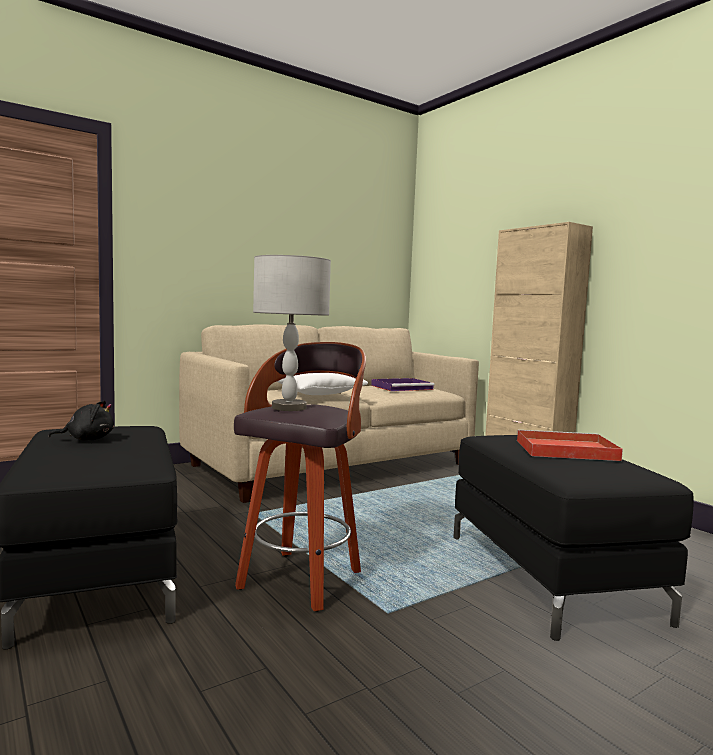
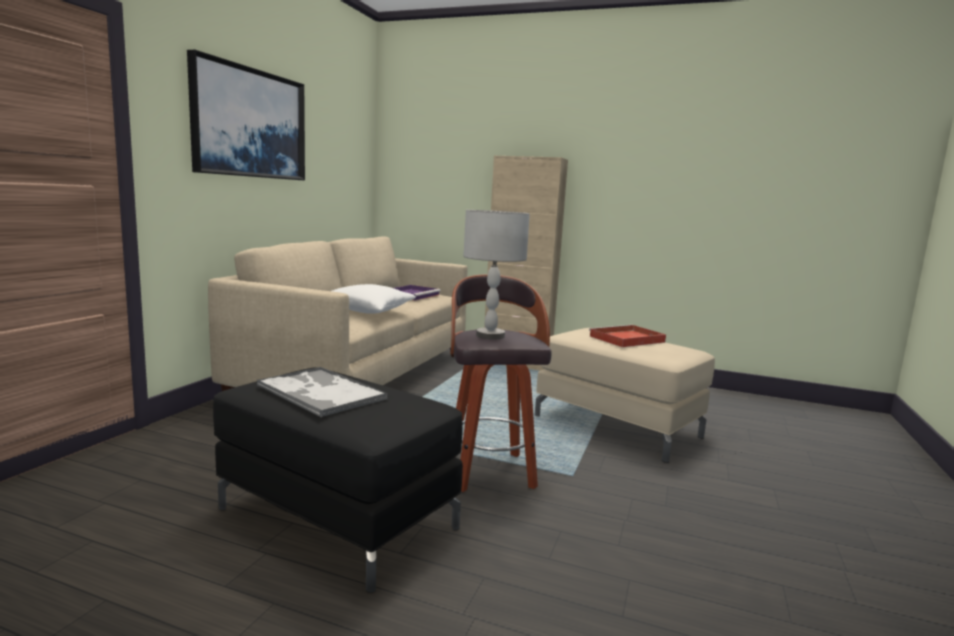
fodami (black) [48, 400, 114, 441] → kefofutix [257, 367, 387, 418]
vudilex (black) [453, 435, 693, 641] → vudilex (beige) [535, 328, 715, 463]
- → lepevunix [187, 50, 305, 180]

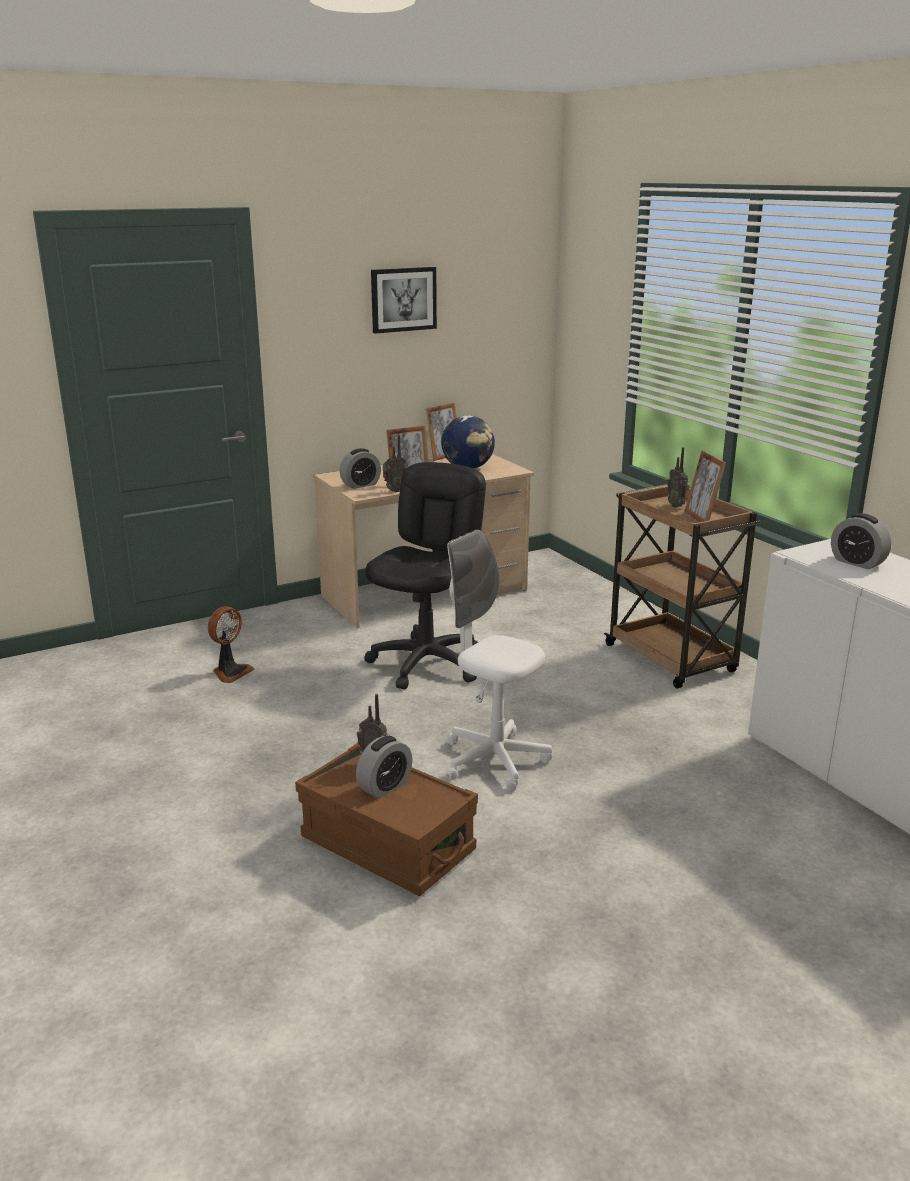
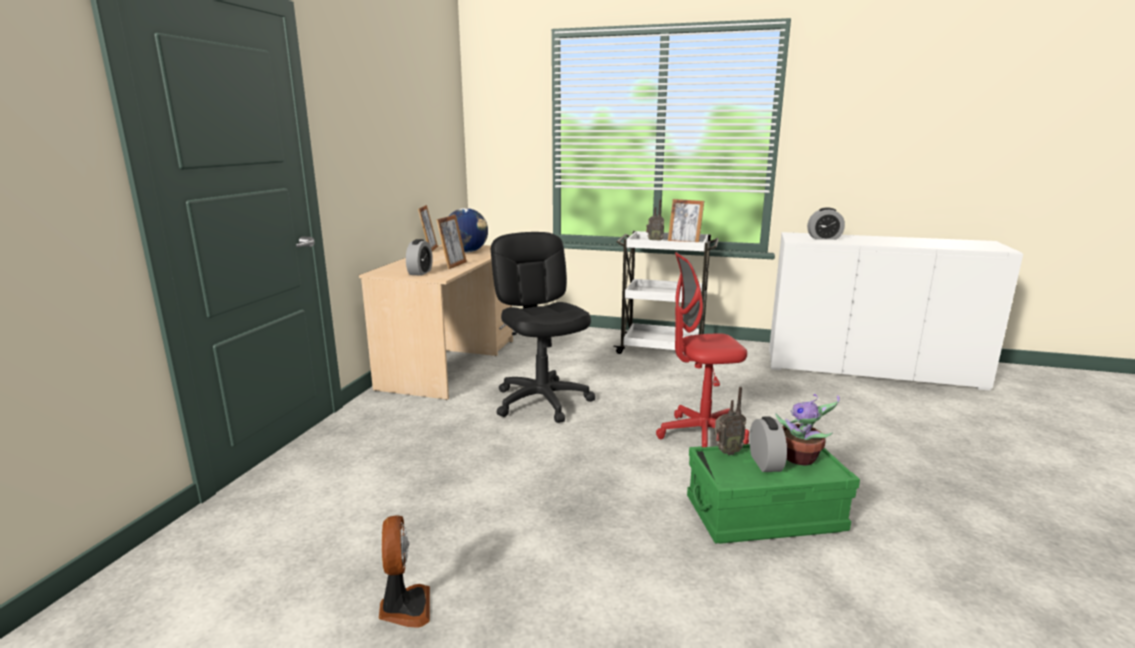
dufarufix [208, 606, 255, 683] → dufarufix [379, 515, 430, 628], relocated
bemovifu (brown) [295, 743, 478, 896] → bemovifu (green) [687, 444, 860, 544]
lepevunix [371, 267, 437, 334] → -
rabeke [383, 435, 406, 492] → -
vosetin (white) [446, 529, 552, 792] → vosetin (red) [656, 252, 749, 447]
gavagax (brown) [604, 484, 761, 689] → gavagax (white) [613, 231, 719, 354]
- → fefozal [775, 394, 840, 465]

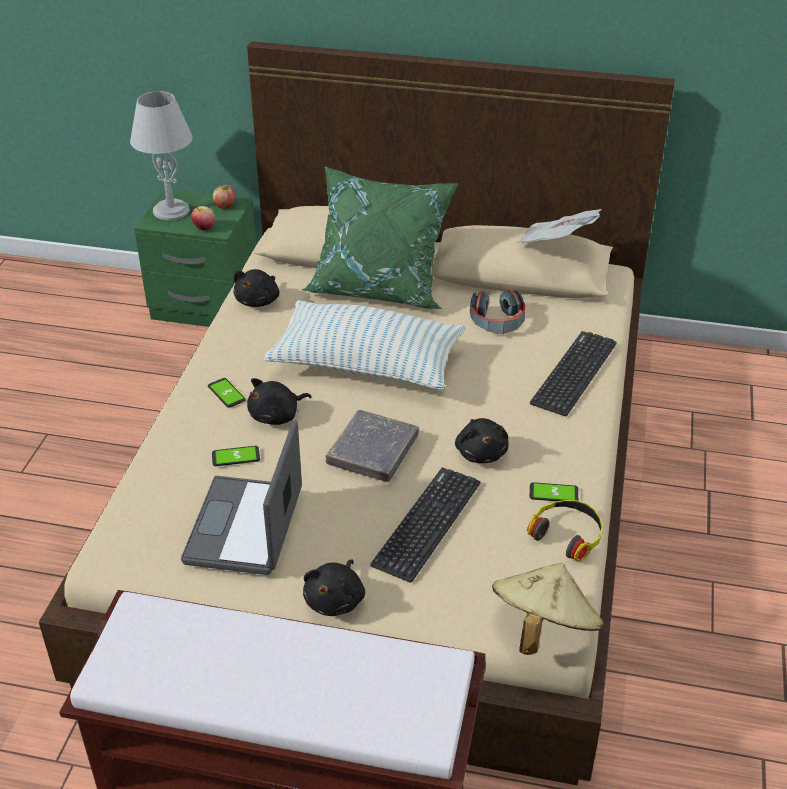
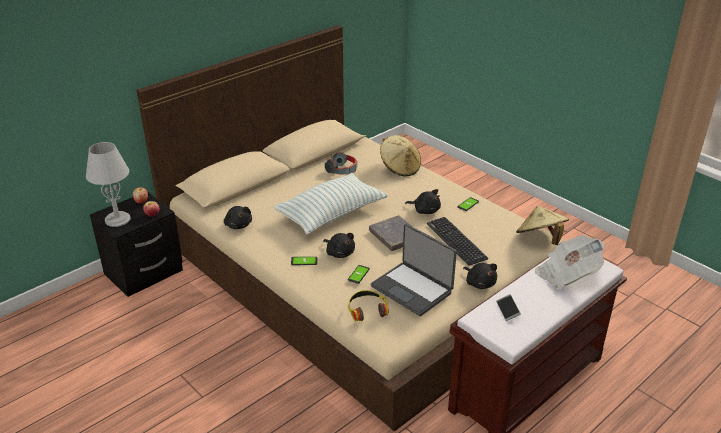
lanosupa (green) [134, 189, 256, 327] → lanosupa (black) [90, 191, 183, 297]
fodami (black) [247, 378, 311, 425] → fodami (black) [323, 233, 355, 258], 45 degrees counterclockwise
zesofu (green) [301, 167, 459, 309] → -
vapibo [516, 209, 602, 243] → vapibo [535, 235, 605, 288], relocated
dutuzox [527, 500, 603, 561] → dutuzox [348, 290, 389, 321], relocated
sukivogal [530, 331, 617, 416] → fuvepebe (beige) [380, 135, 421, 177]
- → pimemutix [496, 294, 521, 321]

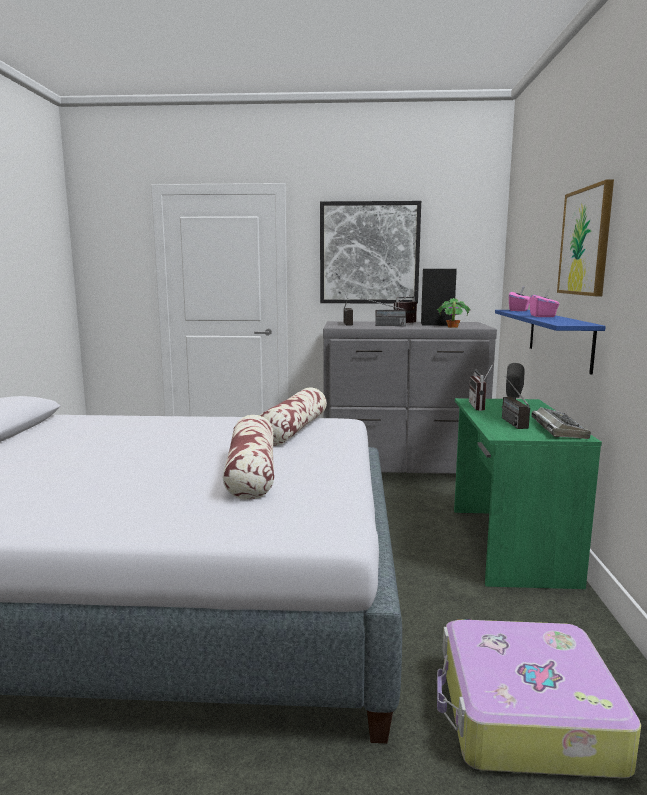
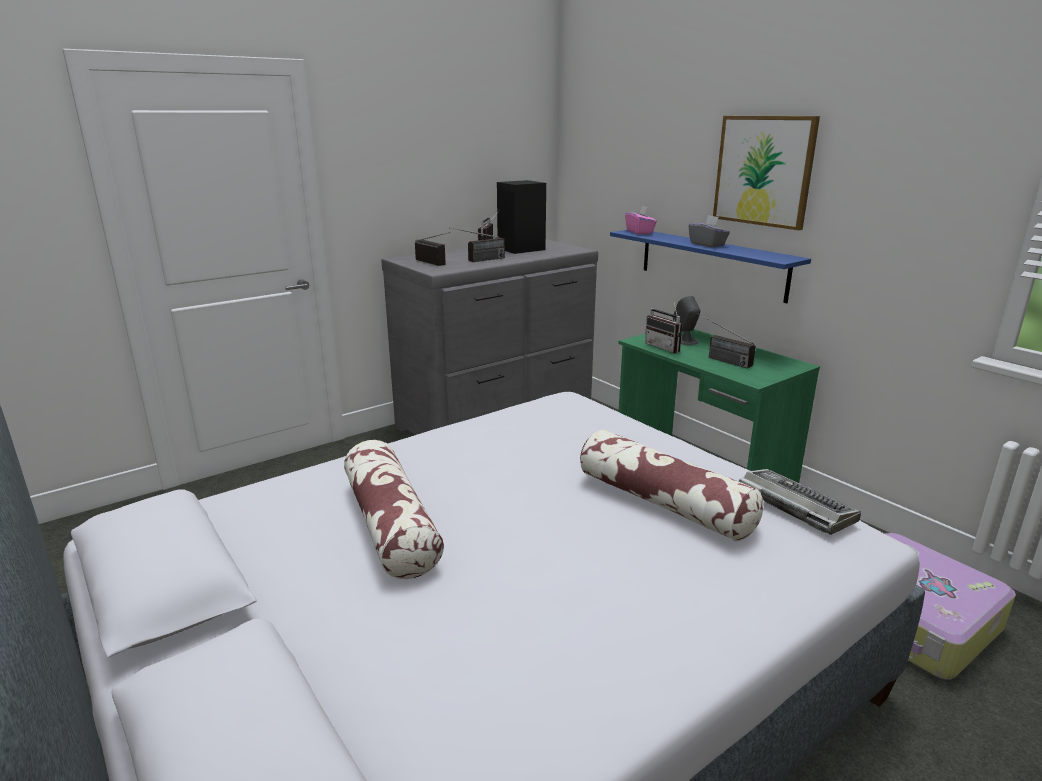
zesofu [259, 388, 327, 445] → zesofu [344, 440, 444, 579], relocated
lepevunix [320, 201, 421, 304] → -
fefozal [437, 298, 471, 328] → -
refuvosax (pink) [529, 289, 559, 317] → refuvosax (grey) [689, 215, 730, 247]
sukivogal [531, 407, 591, 439] → sukivogal [738, 469, 861, 535], relocated

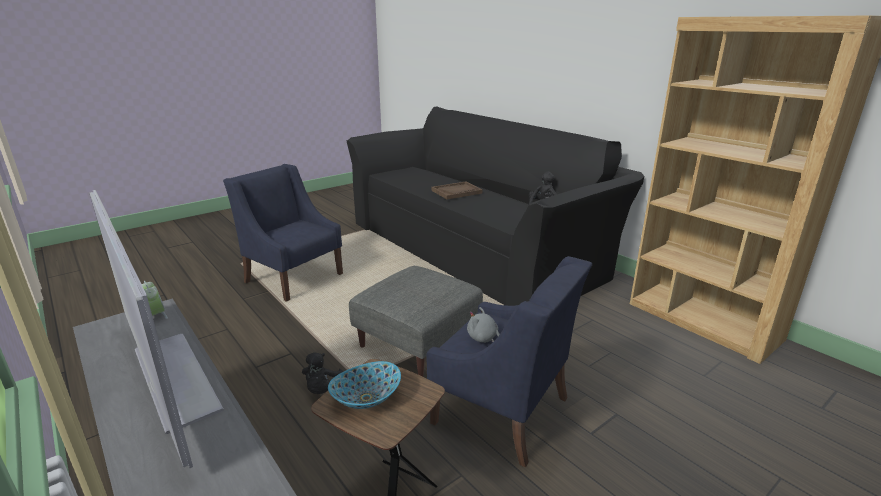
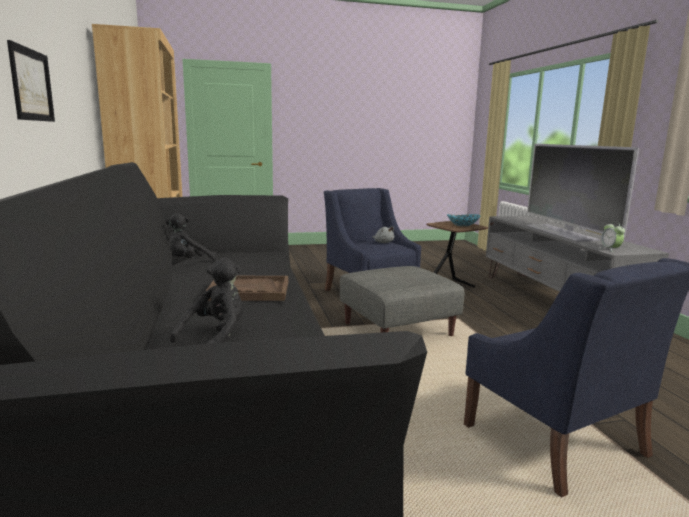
fodami (black) [302, 352, 343, 394] → fodami (black) [170, 258, 244, 344], relocated
- → lepevunix [7, 40, 55, 122]

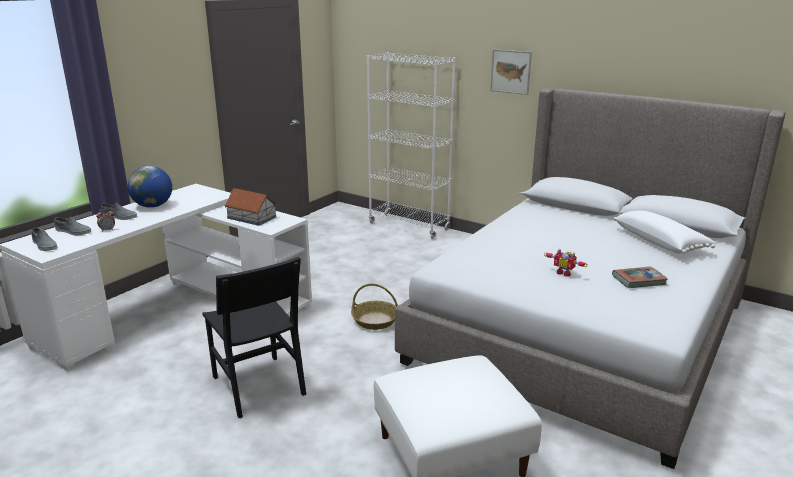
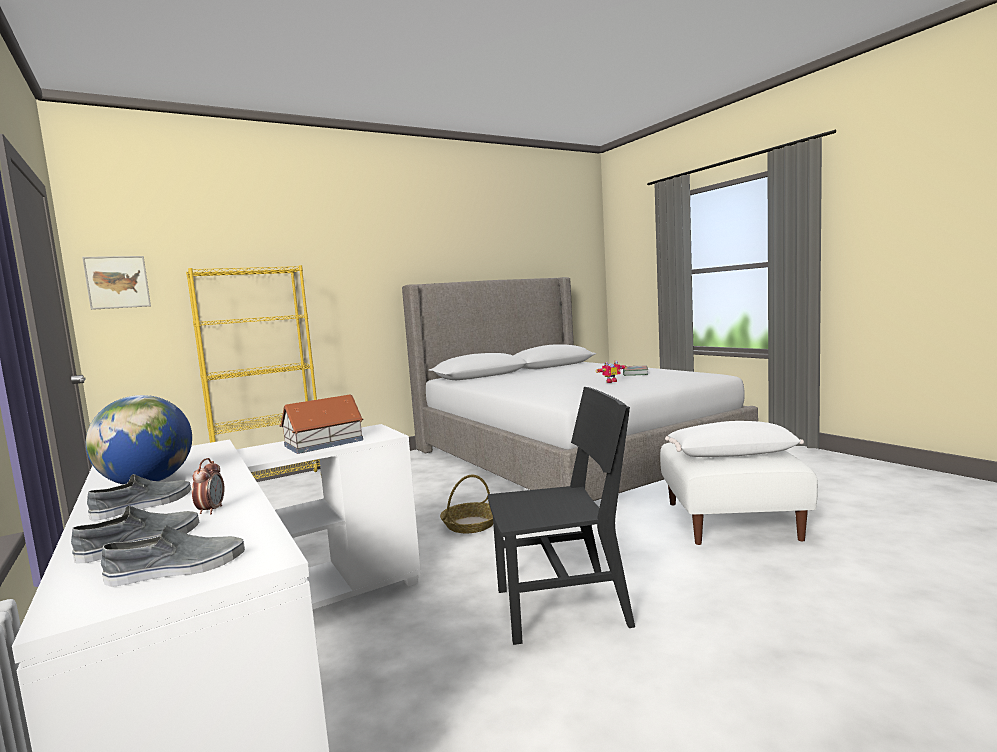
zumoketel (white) [367, 52, 456, 239] → zumoketel (yellow) [186, 265, 320, 479]
lepevunix [490, 49, 532, 95] → lepevunix [82, 256, 151, 310], relocated
zesofu (white) [613, 210, 716, 254] → zesofu (white) [665, 421, 804, 457], relocated

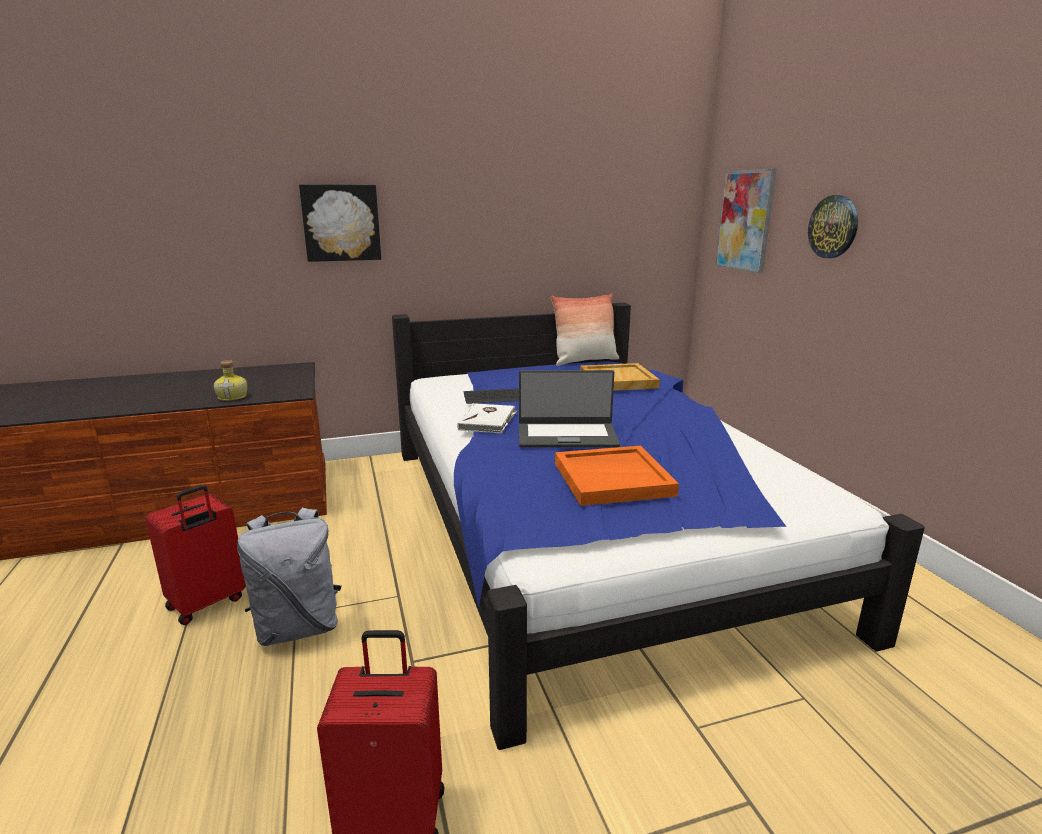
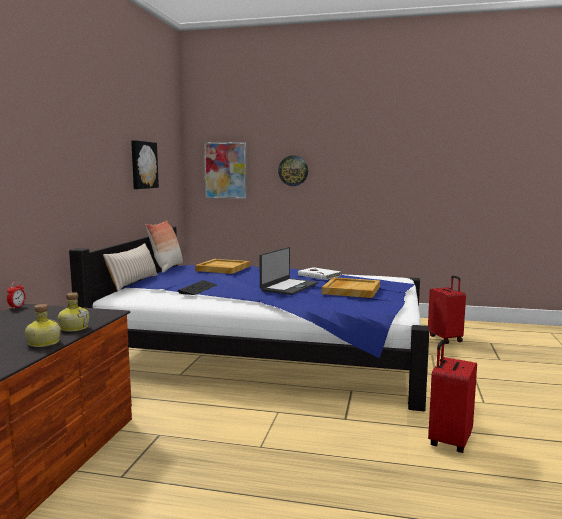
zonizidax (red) [146, 485, 246, 625] → zonizidax (red) [428, 275, 466, 344], relocated
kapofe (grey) [237, 508, 341, 646] → -
lepevunix [299, 184, 381, 262] → lepevunix [131, 140, 159, 189], relocated
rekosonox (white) [457, 403, 518, 433] → rekosonox (white) [298, 267, 341, 280], relocated
kefofutix (orange) [555, 446, 679, 506] → kefofutix (beige) [322, 277, 380, 298]
- → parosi [7, 282, 25, 309]
- → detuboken [25, 304, 61, 347]
- → zesofu (beige) [103, 243, 158, 291]

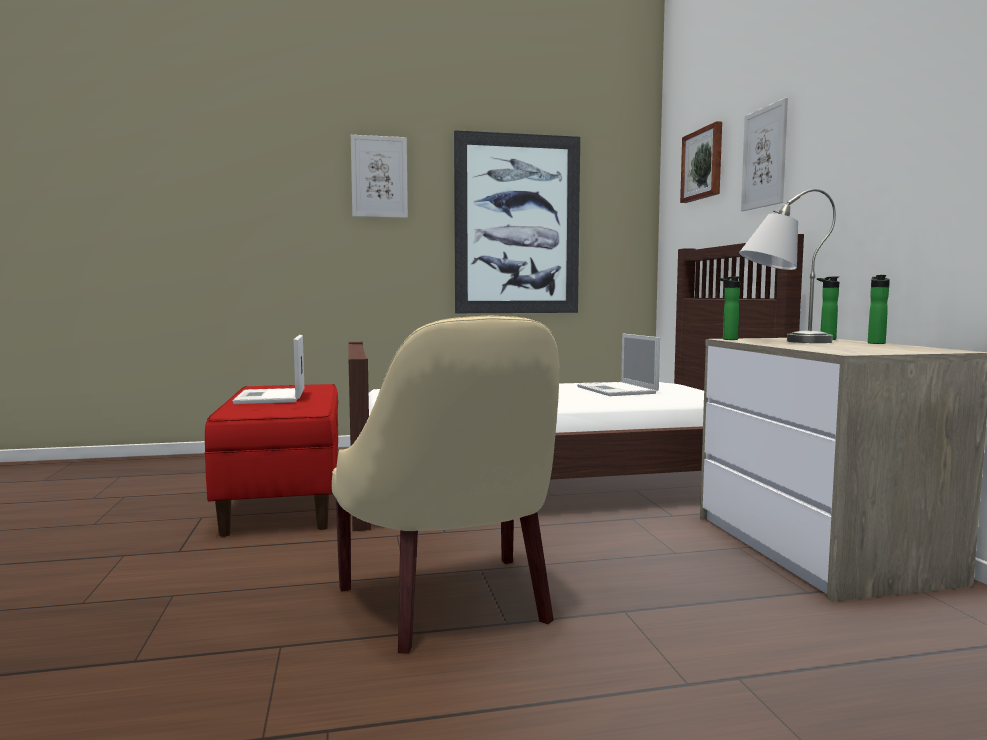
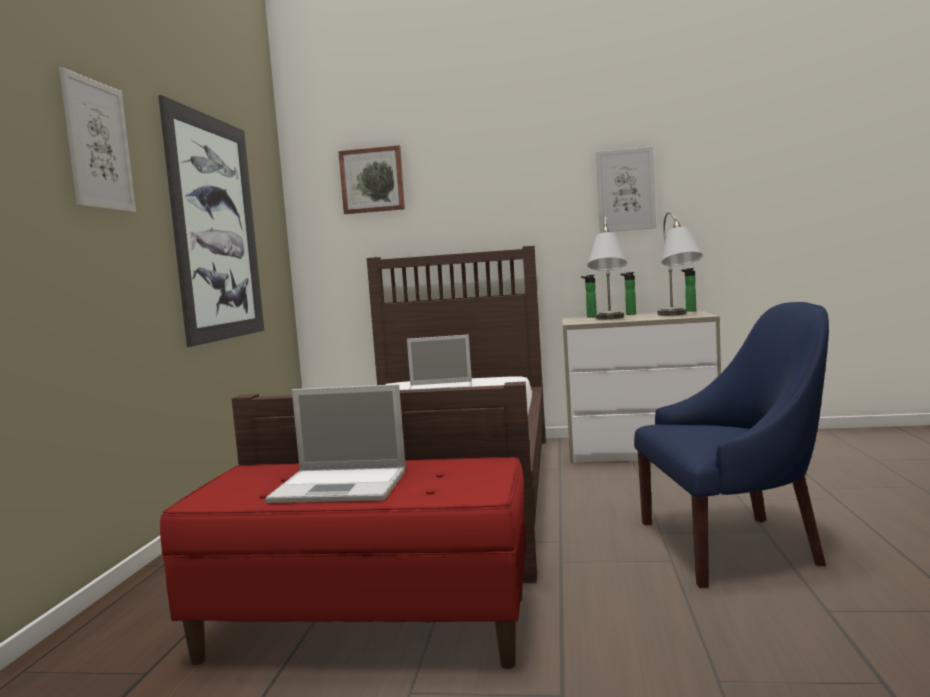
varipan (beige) [332, 316, 559, 654] → varipan (blue) [634, 302, 829, 588]
detuboken [719, 277, 740, 340] → detuboken [681, 268, 696, 312], relocated
lepevunix [741, 98, 788, 211] → lepevunix [596, 146, 656, 233], relocated
- → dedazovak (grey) [657, 212, 703, 316]

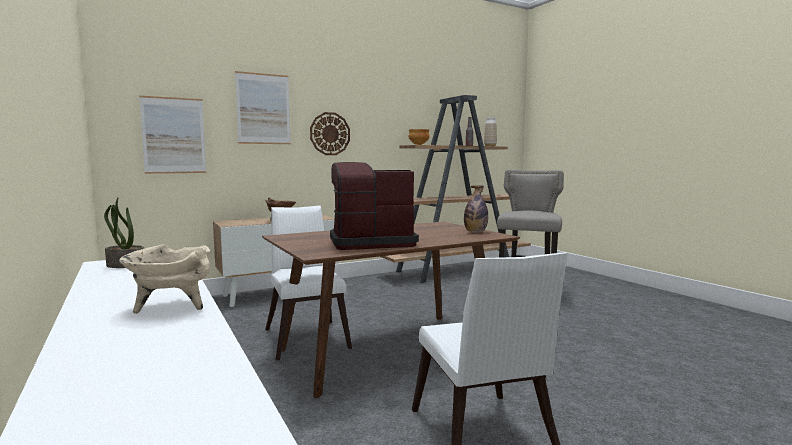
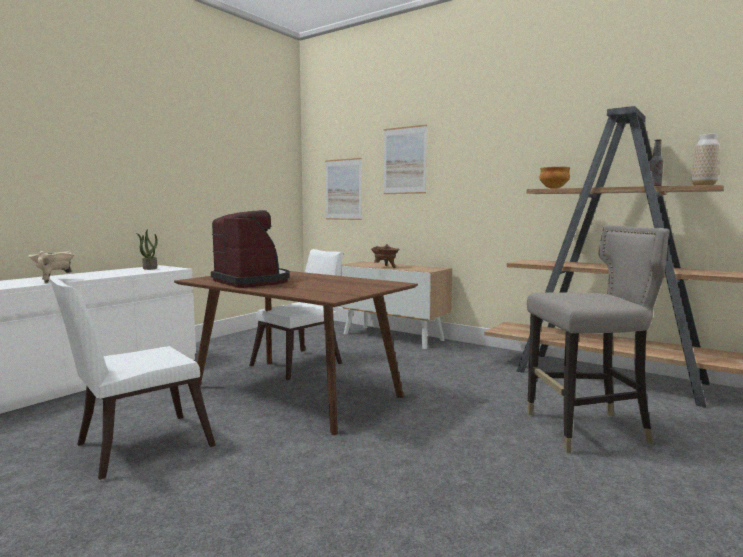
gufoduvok [310, 112, 350, 155] → -
detuboken [464, 185, 488, 232] → -

